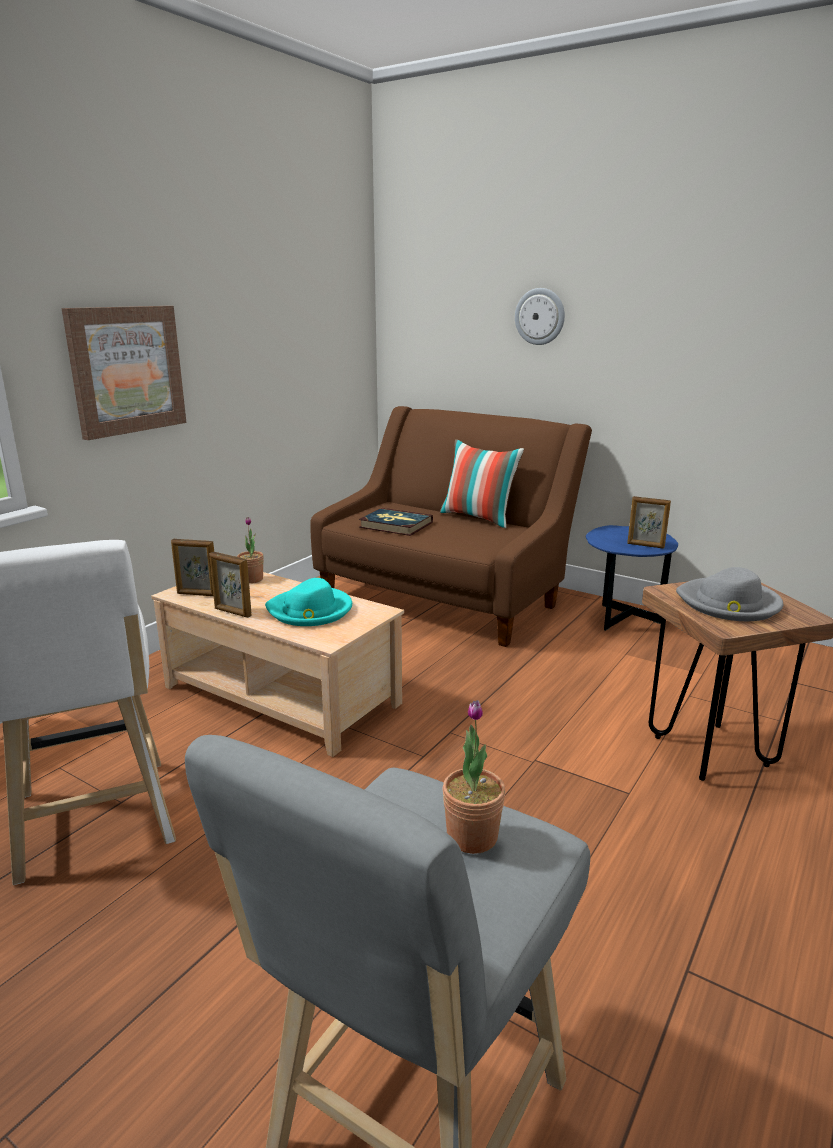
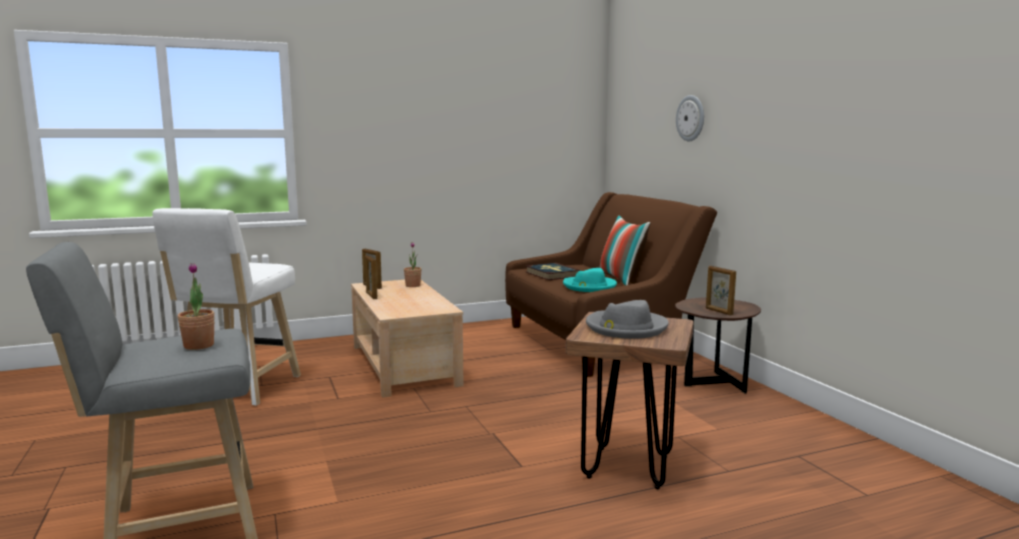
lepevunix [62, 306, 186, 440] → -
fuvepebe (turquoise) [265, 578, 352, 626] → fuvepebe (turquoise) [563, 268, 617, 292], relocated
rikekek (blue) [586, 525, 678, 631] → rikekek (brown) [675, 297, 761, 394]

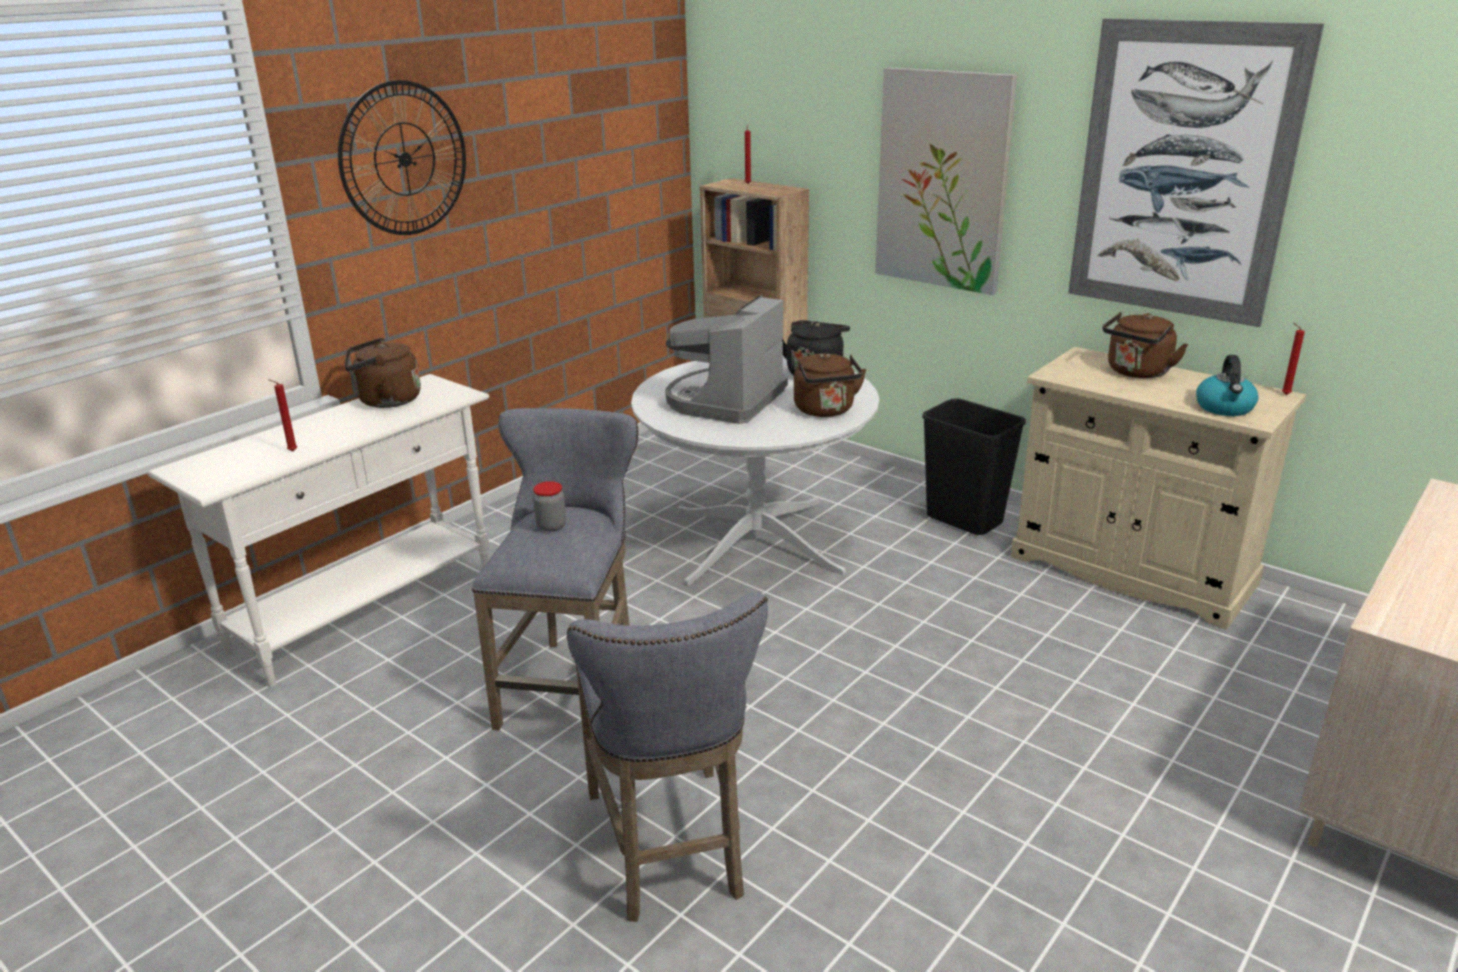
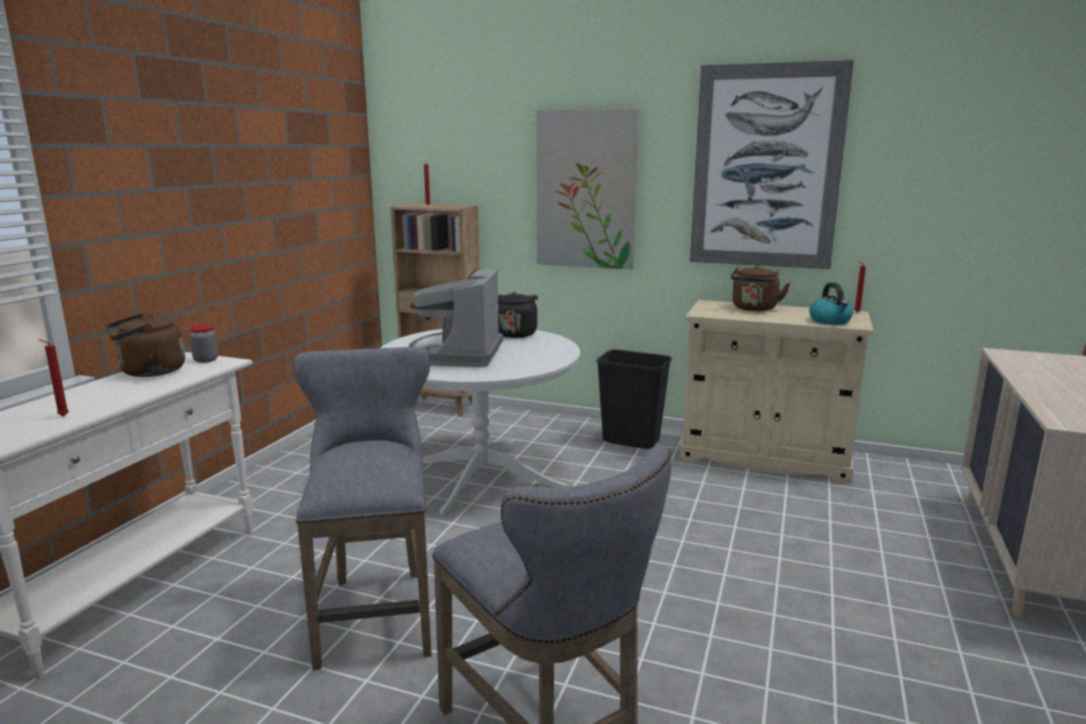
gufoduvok [338, 80, 466, 235] → -
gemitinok [533, 481, 566, 531] → gemitinok [189, 325, 218, 363], relocated
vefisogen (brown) [794, 353, 866, 417] → -

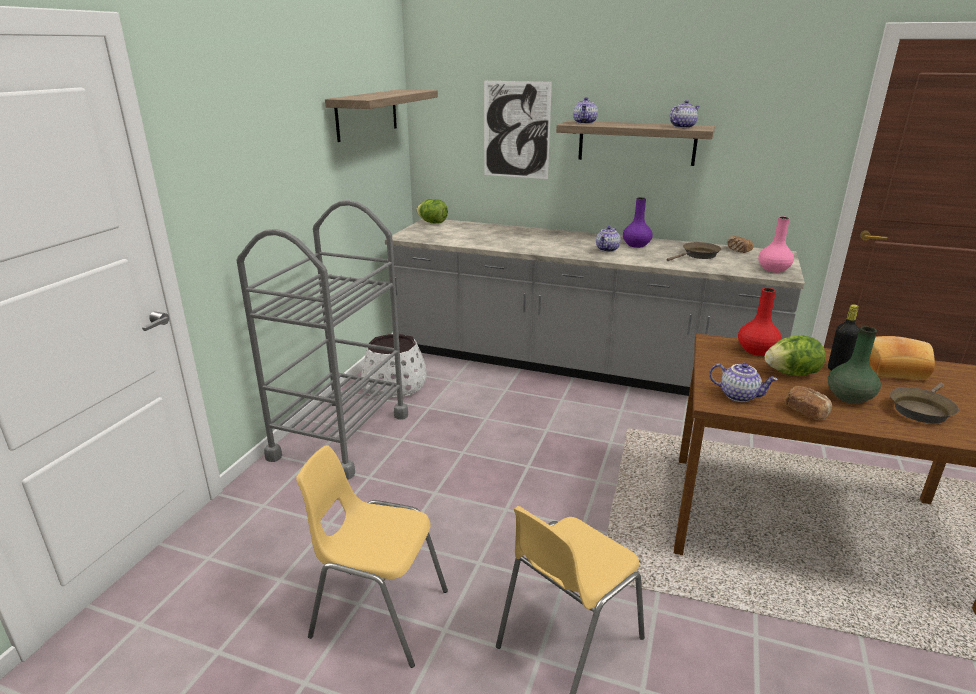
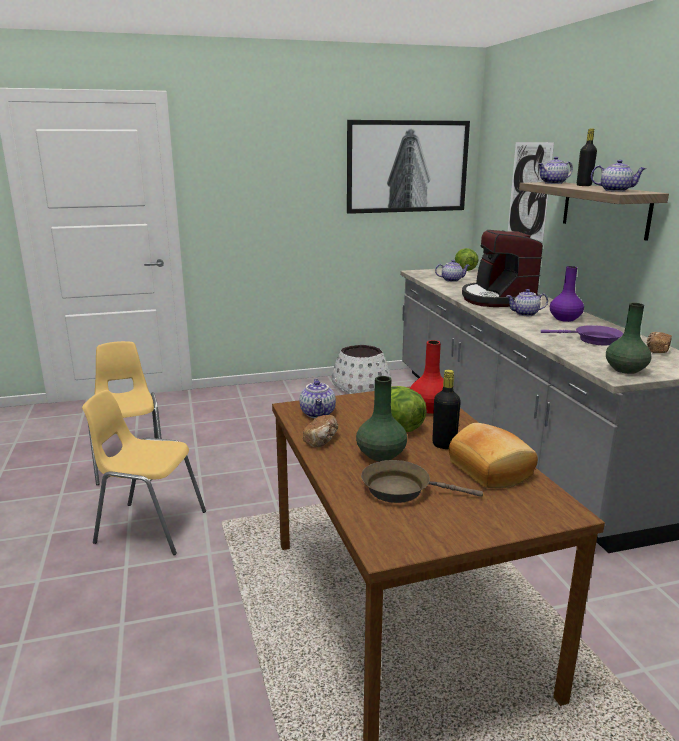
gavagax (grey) [237, 200, 408, 480] → -
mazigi [325, 89, 438, 142] → lepevunix [347, 120, 470, 214]
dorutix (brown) [667, 242, 721, 261] → dorutix (purple) [541, 325, 623, 345]
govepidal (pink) [758, 216, 794, 273] → govepidal (green) [606, 303, 652, 374]
- → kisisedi [435, 260, 470, 282]
- → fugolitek [462, 230, 543, 307]
- → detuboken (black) [577, 128, 597, 186]

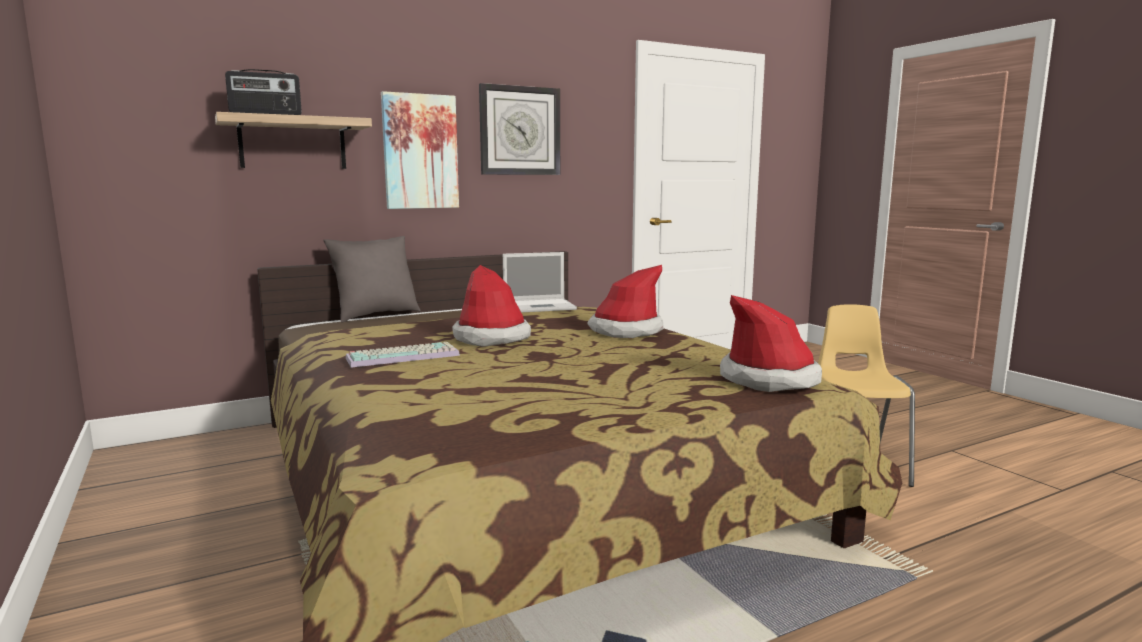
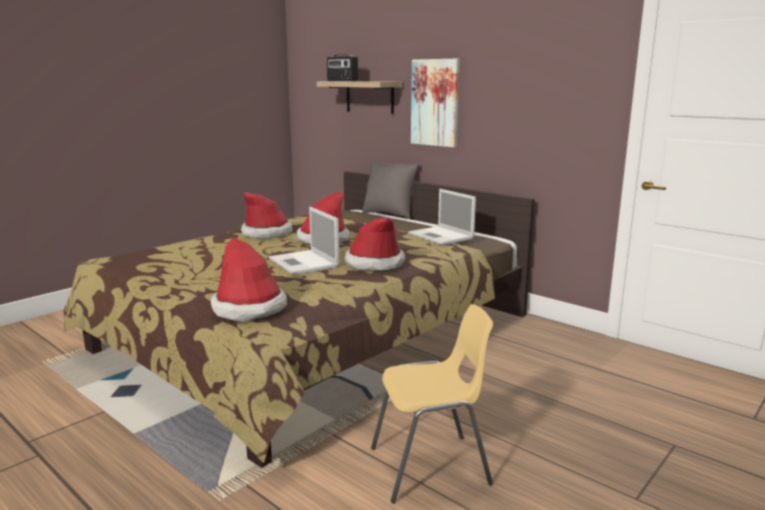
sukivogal [346, 342, 460, 368] → fuvepebe [241, 192, 292, 239]
gufoduvok [479, 83, 560, 175] → -
- → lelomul [269, 207, 339, 275]

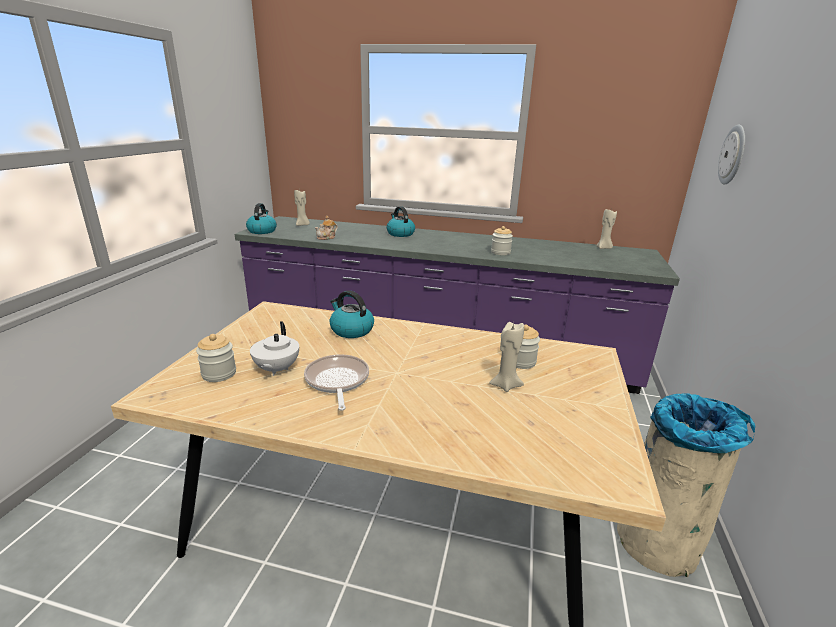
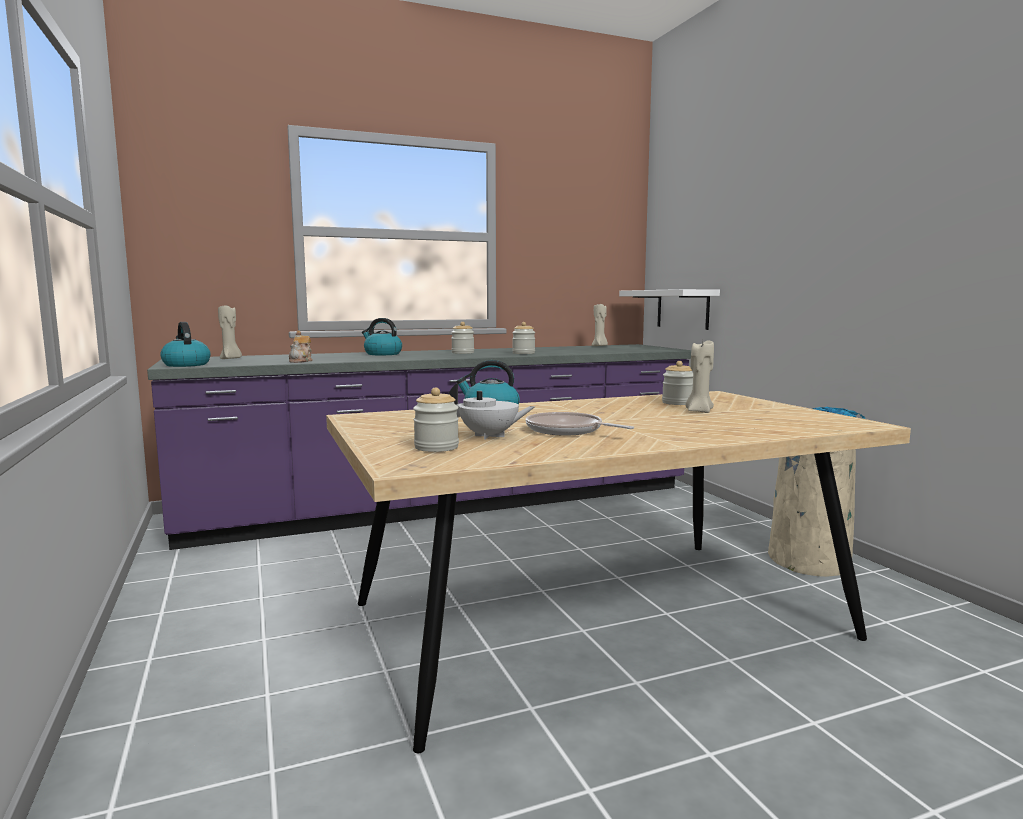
kisisedi (white) [250, 321, 299, 376] → kisisedi (white) [449, 383, 535, 440], 45 degrees counterclockwise
gufoduvok [718, 125, 745, 184] → -
- → gemitinok [451, 322, 474, 354]
- → mazigi (white) [619, 289, 720, 330]

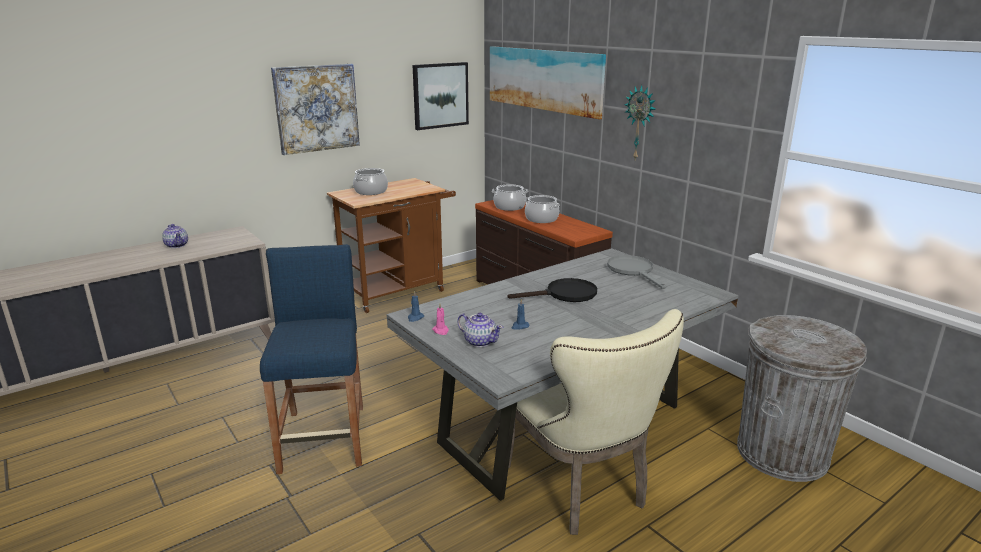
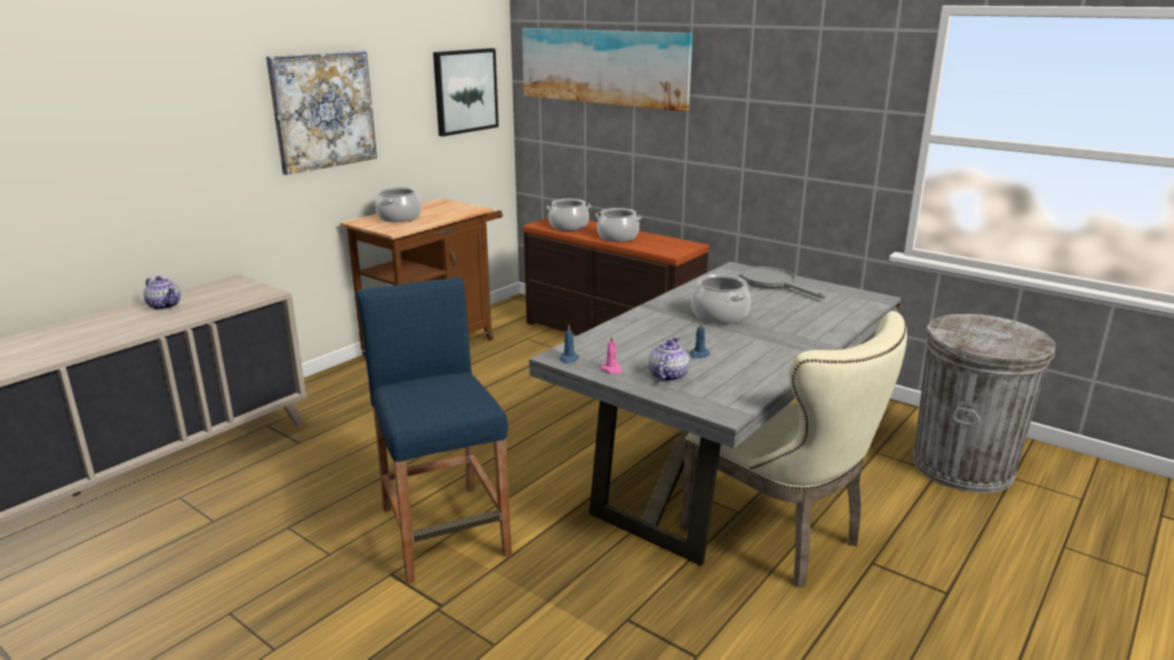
kisisedi [457, 313, 503, 347] → kisisedi [649, 337, 689, 382], 90 degrees counterclockwise
dorutix (black) [507, 278, 597, 302] → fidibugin [691, 274, 750, 324]
gufoduvok [624, 85, 656, 159] → -

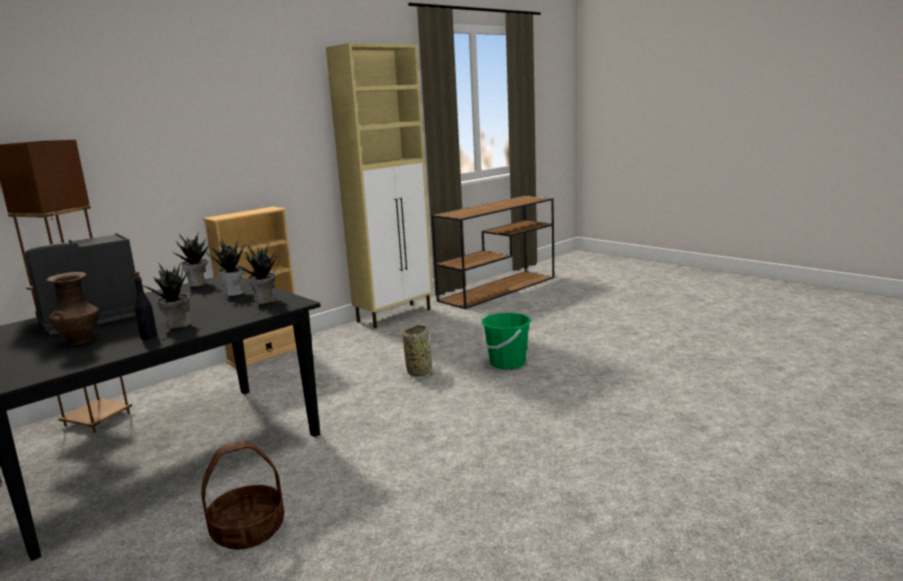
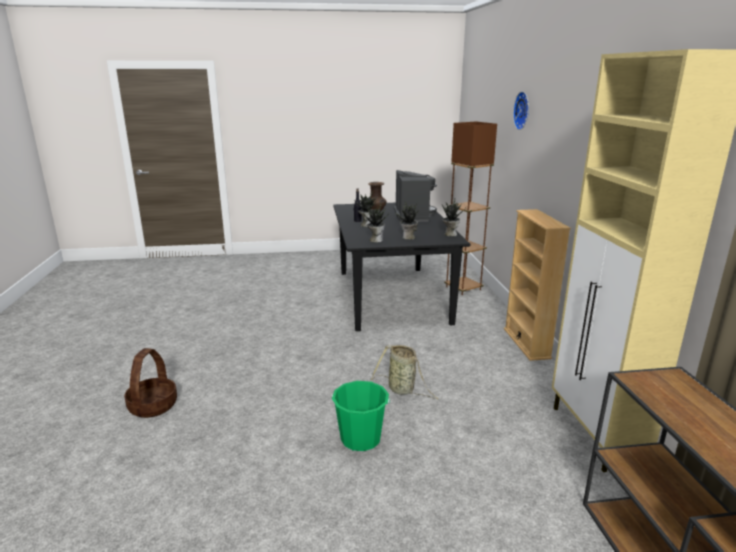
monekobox [201, 440, 284, 549] → monekobox [124, 348, 177, 418], relocated
- → gufoduvok [513, 92, 529, 130]

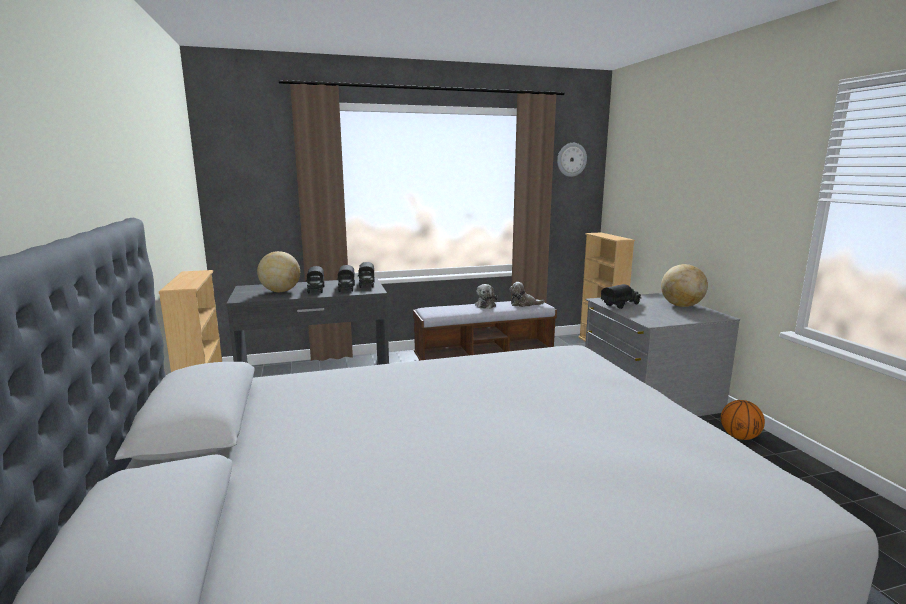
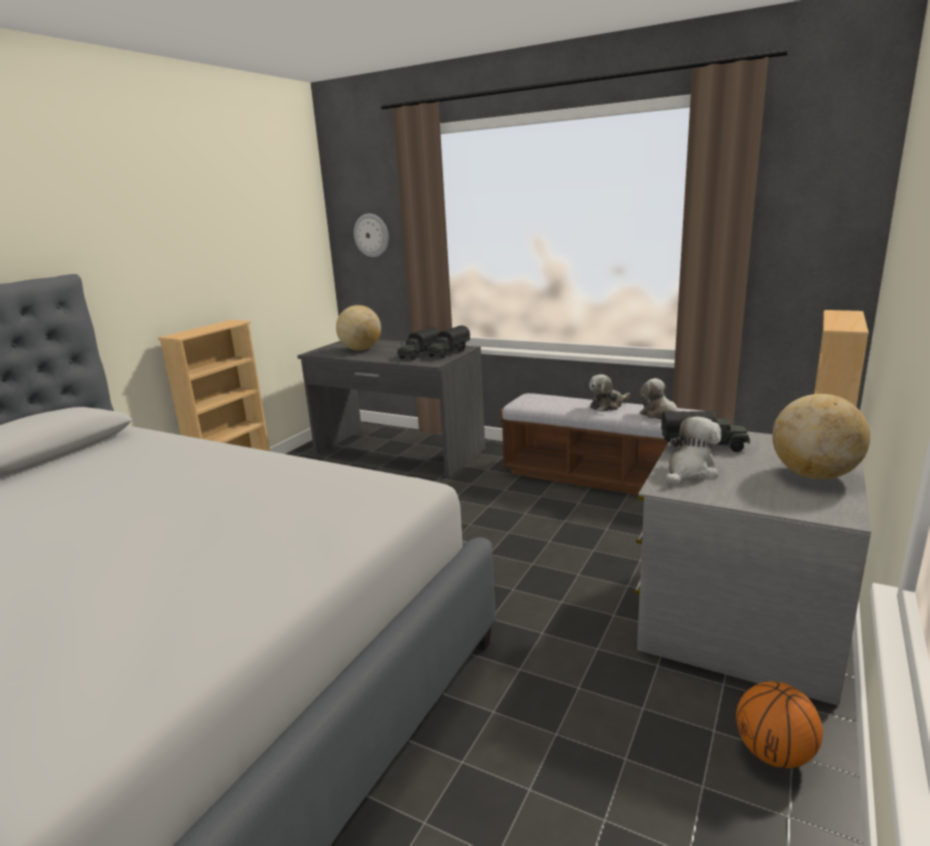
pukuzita [306, 266, 324, 294] → -
gufoduvok [557, 143, 587, 177] → gufoduvok [354, 214, 389, 257], relocated
- → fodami [665, 417, 721, 486]

